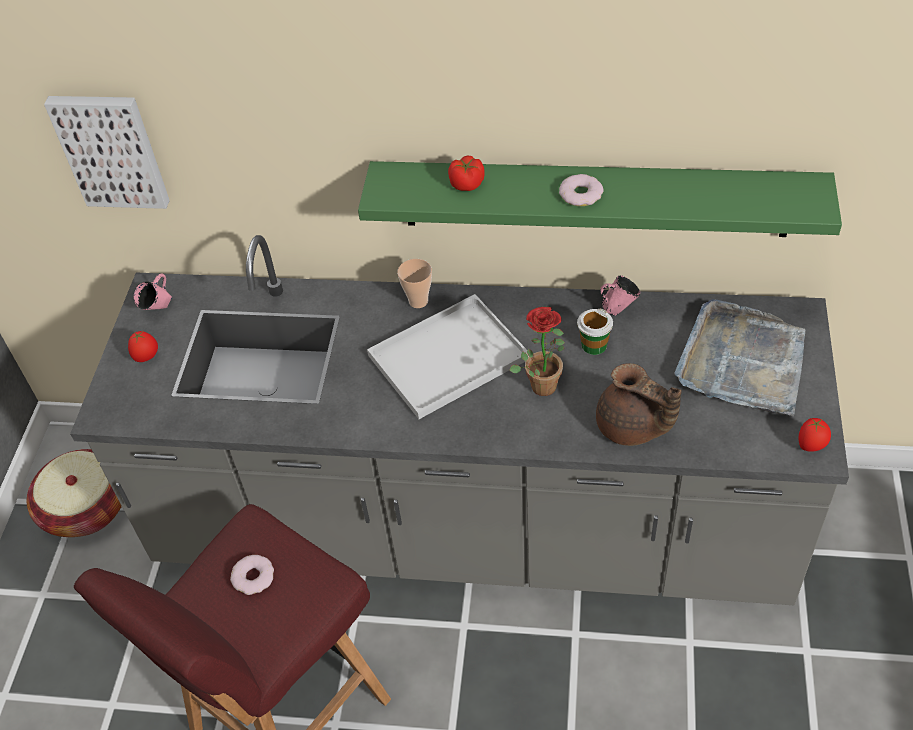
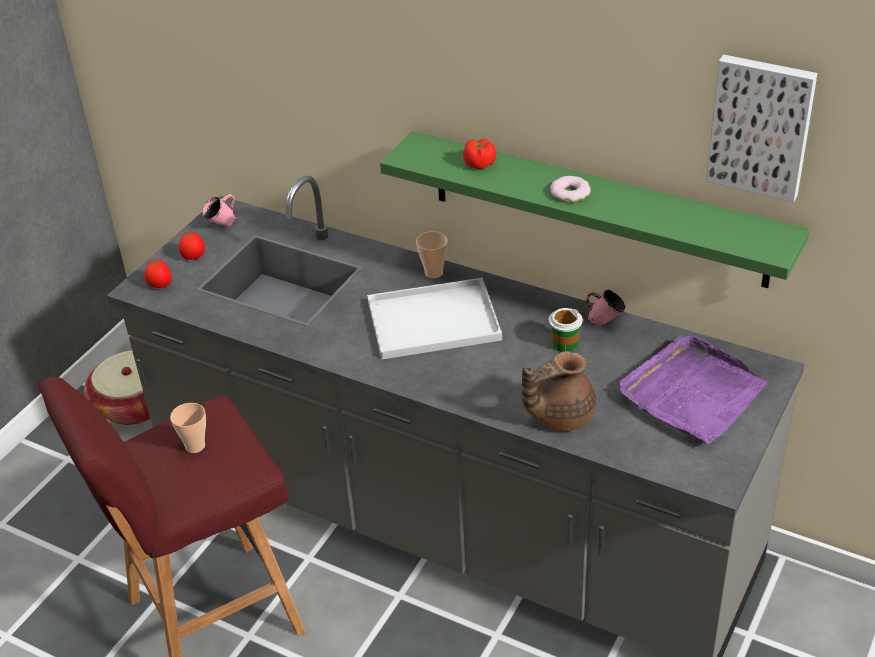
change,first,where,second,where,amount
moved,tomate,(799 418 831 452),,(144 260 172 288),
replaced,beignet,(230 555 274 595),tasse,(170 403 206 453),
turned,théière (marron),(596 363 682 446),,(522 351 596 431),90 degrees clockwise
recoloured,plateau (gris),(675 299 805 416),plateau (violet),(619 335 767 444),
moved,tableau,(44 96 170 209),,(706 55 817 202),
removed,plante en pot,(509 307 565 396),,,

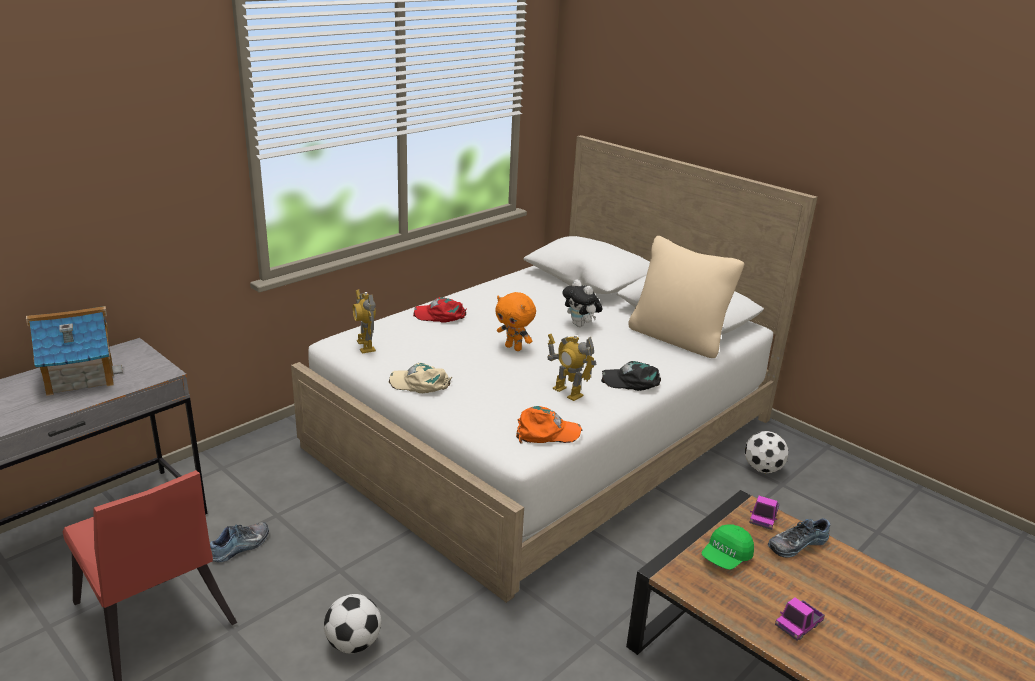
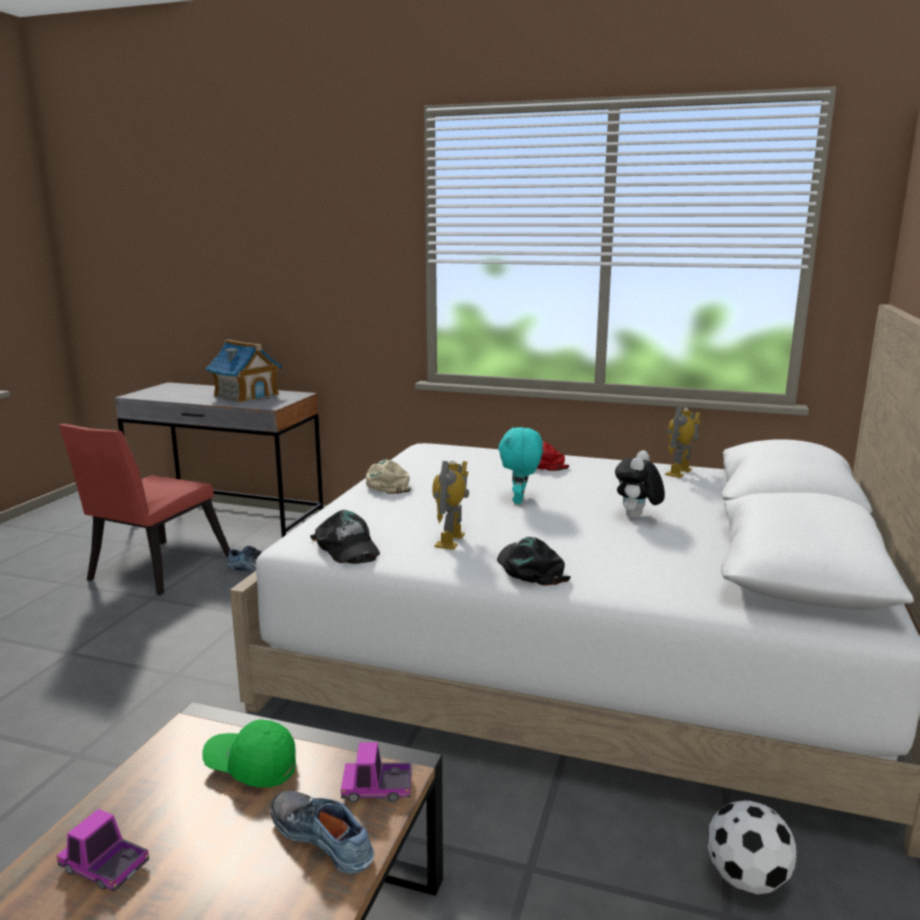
change,first,where,second,where,amount
recoloured,casquette (orange),(516 406 582 443),casquette (noir),(310 510 380 564),
recoloured,peluche (orange),(495 292 536 351),peluche (turquoise),(498 427 543 504),
moved,robot jouet,(353 290 376 354),,(665 406 701 478),
removed,ballon de foot,(324 594 381 653),,,
removed,coussin (beige),(628 236 744 358),,,

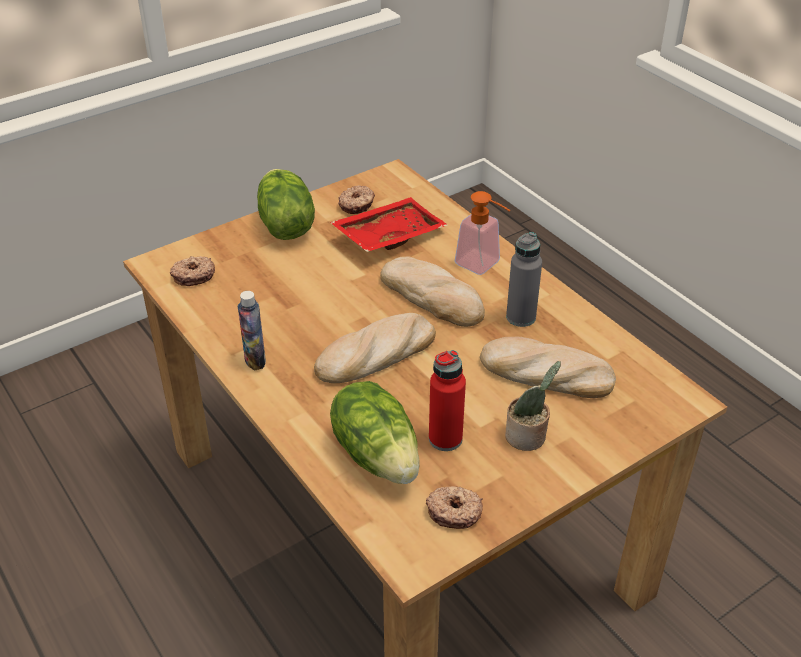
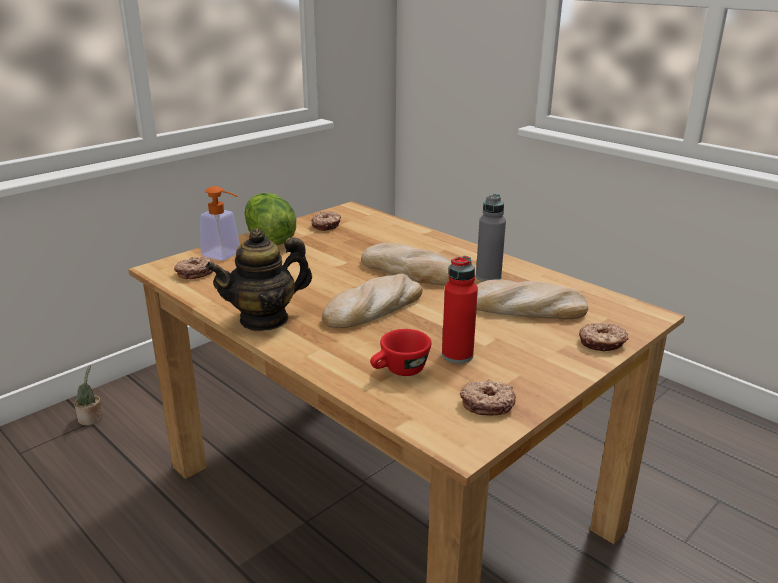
change,first,where,second,where,amount
moved,plante en pot,(505 361 561 451),,(74 365 103 426),
moved,distributeur de savon,(455 191 511 275),,(200 186 240 261),
replaced,bouteille,(238 291 266 371),théière,(205 228 312 331),
replaced,laitue,(330 381 420 484),tasse (rouge),(370 329 432 376),
added,,,beignet,(579 323 629 351),
removed,plateau (rouge),(330 197 448 252),,,

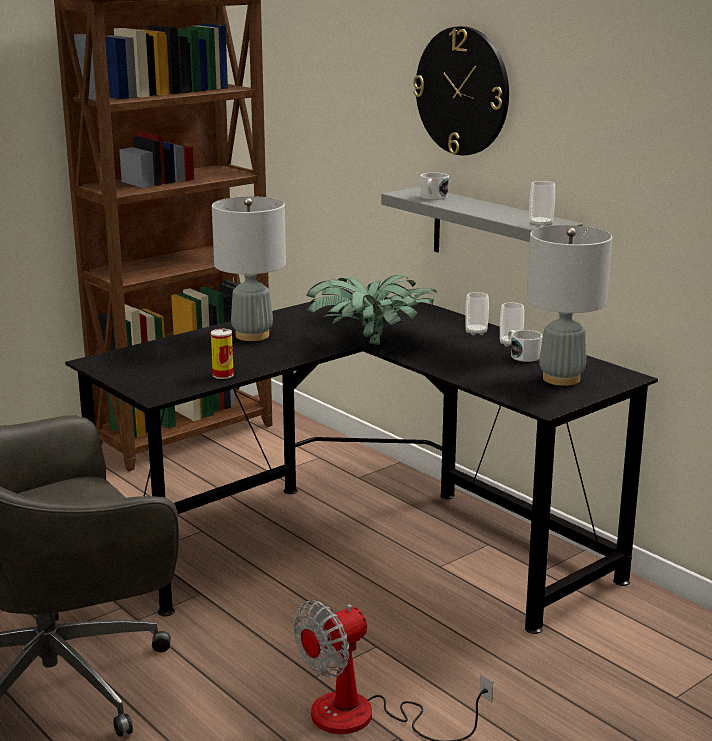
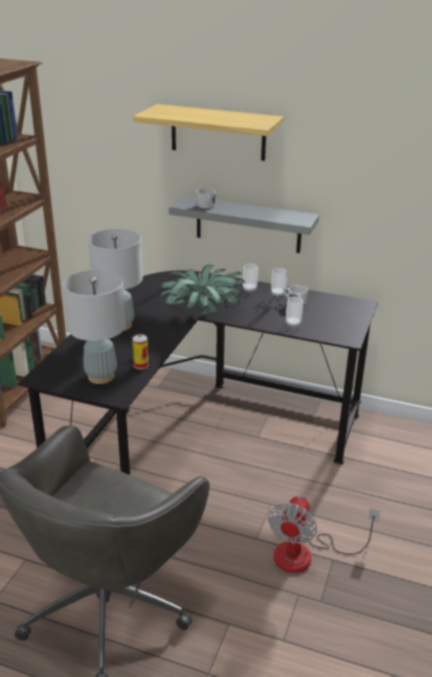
change,first,where,second,where,amount
moved,lampe de table (gris),(527 225 612 386),,(63 270 126 384),
replaced,horloge murale,(413 26 509 155),étagère,(133 104 284 161),
moved,tasse,(529 181 555 227),,(286 296 303 327),

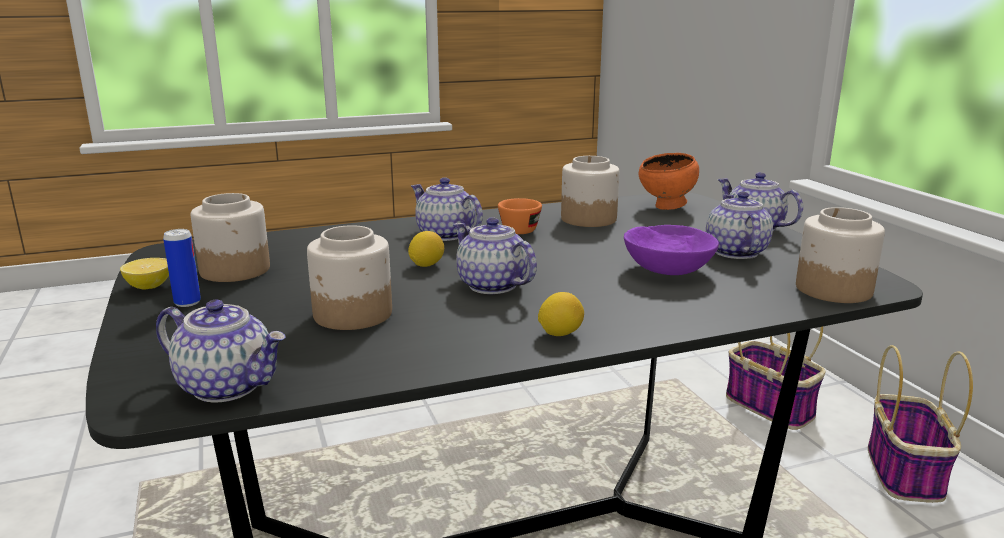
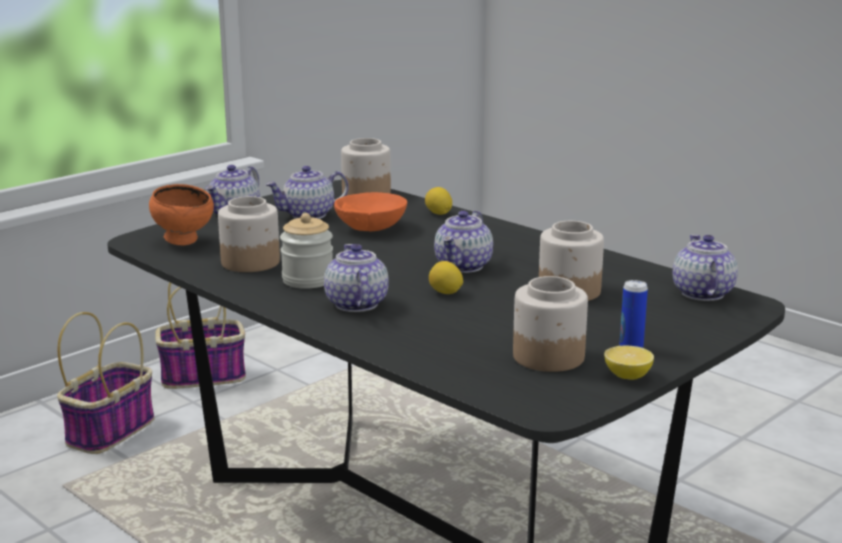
change,first,where,second,where,amount
replaced,tasse (orange),(498 198 542 234),bocal,(280 213 333 289),
turned,théière,(411 177 483 241),,(324 244 389 312),150 degrees clockwise
recoloured,bol (violet),(624 225 719 275),bol (orange),(334 192 407 231),
moved,citron,(538 292 584 336),,(425 187 452 215),

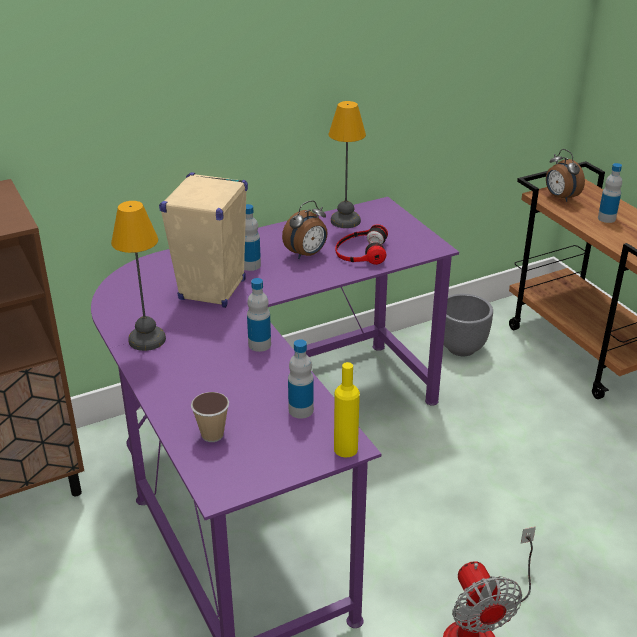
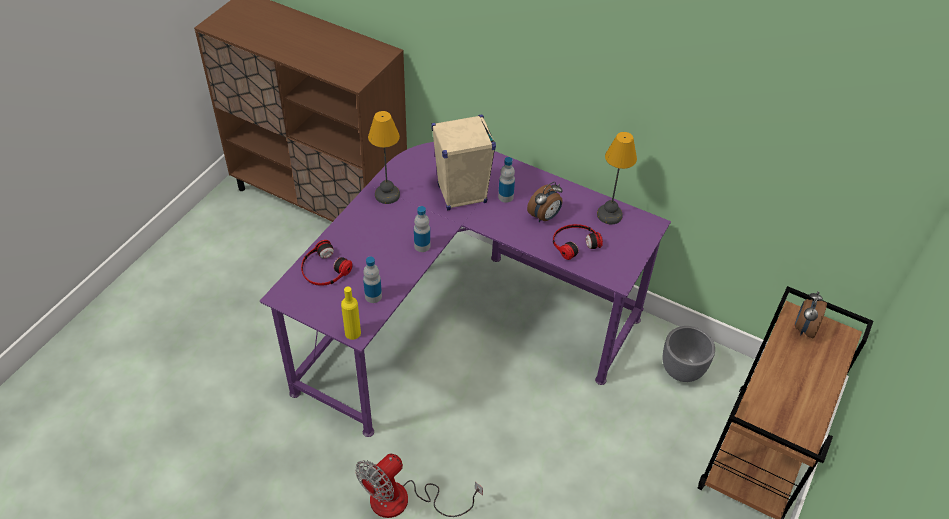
change,first,where,second,where,amount
replaced,tasse,(191 392 229 442),casque audio,(301 240 353 286),
turned,réveil,(282 200 327 259),,(527 182 563 222),60 degrees counterclockwise
removed,bouteille,(598 163 622 223),,,

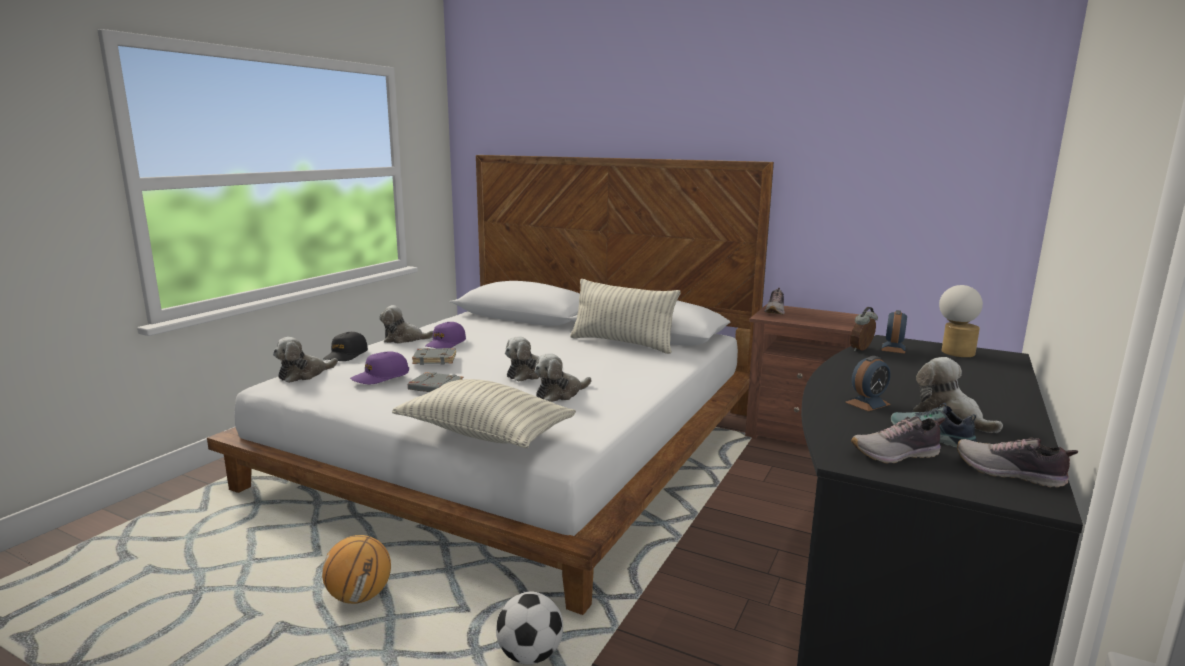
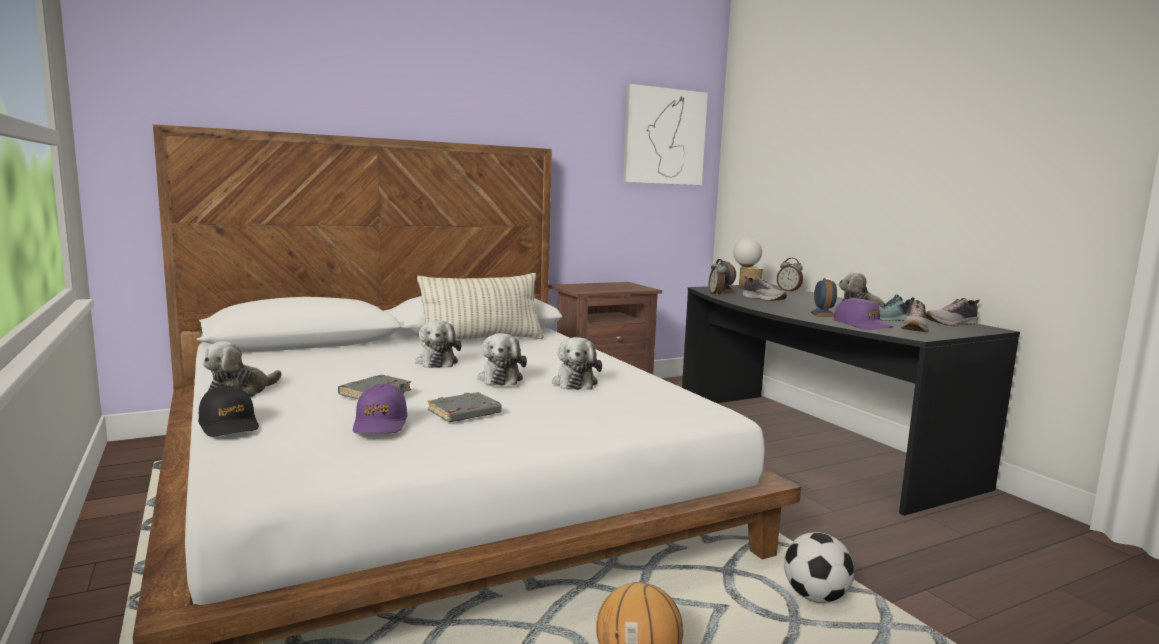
change,first,where,second,where,amount
moved,peluche,(273 337 338 383),,(415 320 461 368),
added,,,tableau,(623 84 708 185),
moved,chaussure,(764 288 785 315),,(743 276 787 301),
added,,,réveil,(777 258 803 292),
moved,casquette (violet),(425 322 466 348),,(834 298 893 330),
removed,coussin,(392 379 576 448),,,

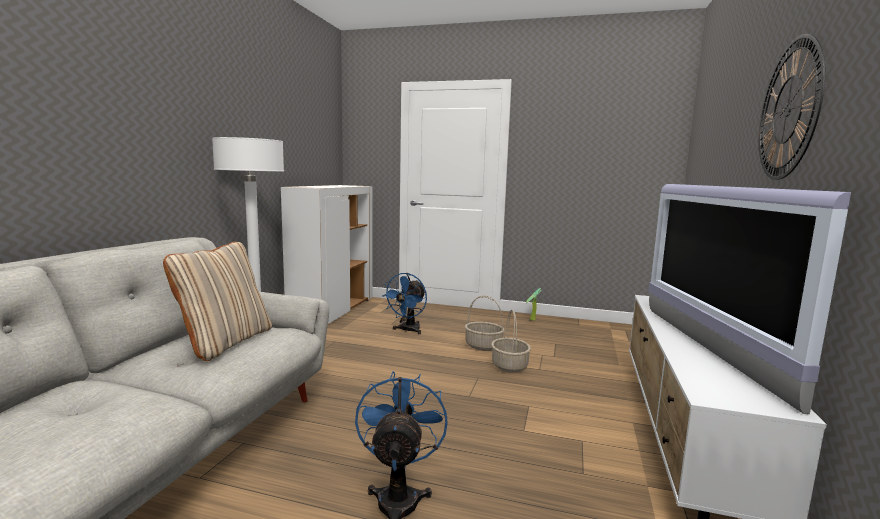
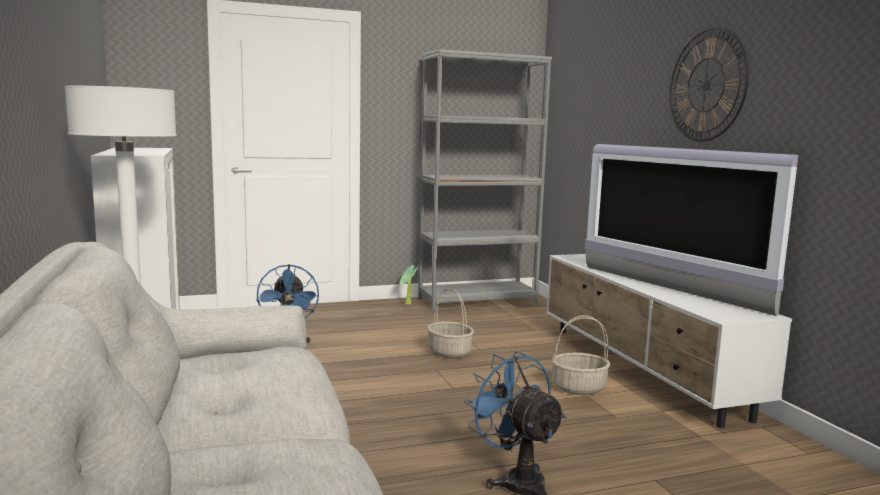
change,first,where,second,where,amount
added,,,bibliothèque (gris),(418 49 552 311),
moved,panier,(465 295 505 351),,(552 316 611 395),
removed,coussin (beige),(163 242 272 361),,,

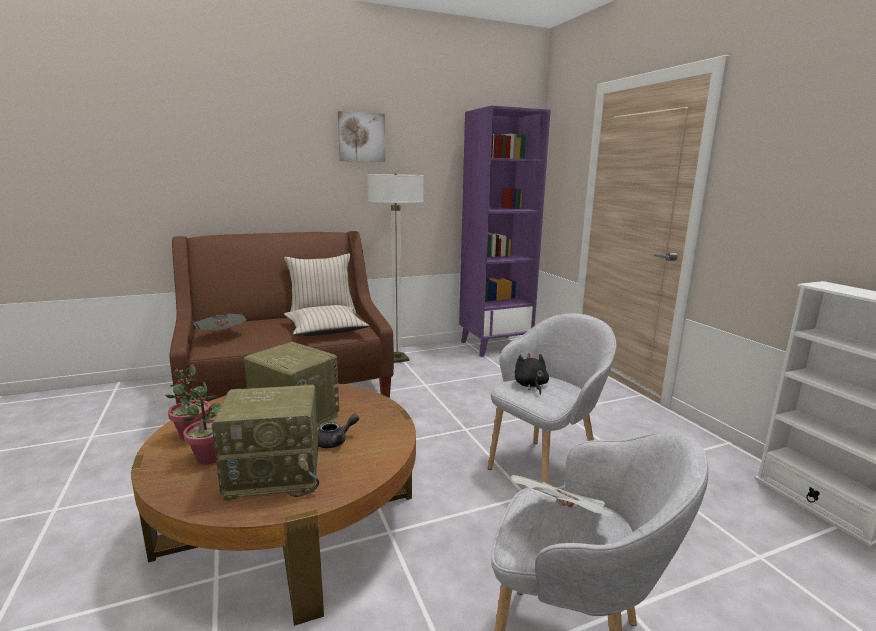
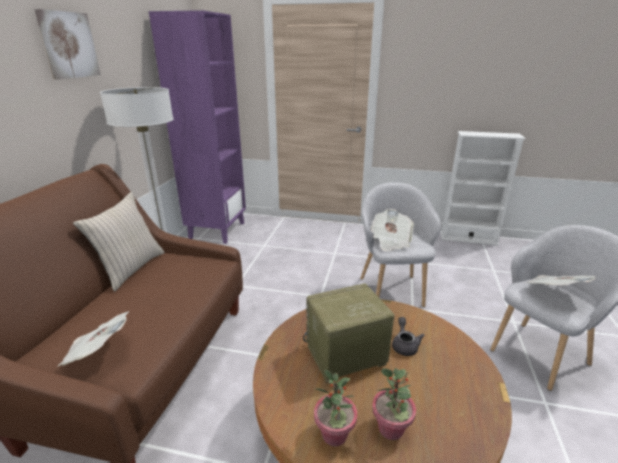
change,first,where,second,where,amount
replaced,peluche (noir),(514 353 549 395),journal,(371 209 414 251),
removed,radio,(212 385 319 501),,,
removed,coussin (beige),(284 305 369 336),,,

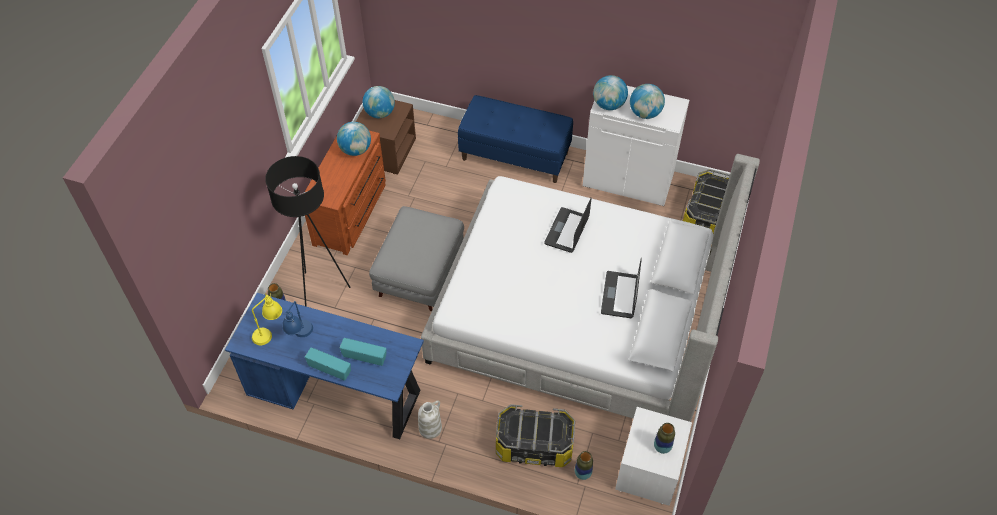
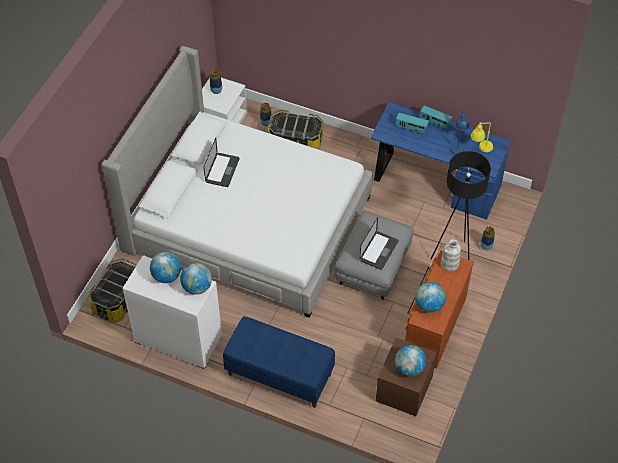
change,first,where,second,where,amount
moved,ordinateur portable,(544 197 592 253),,(360 217 398 270),
moved,vase (blanc),(418 401 442 439),,(441 239 461 272),

